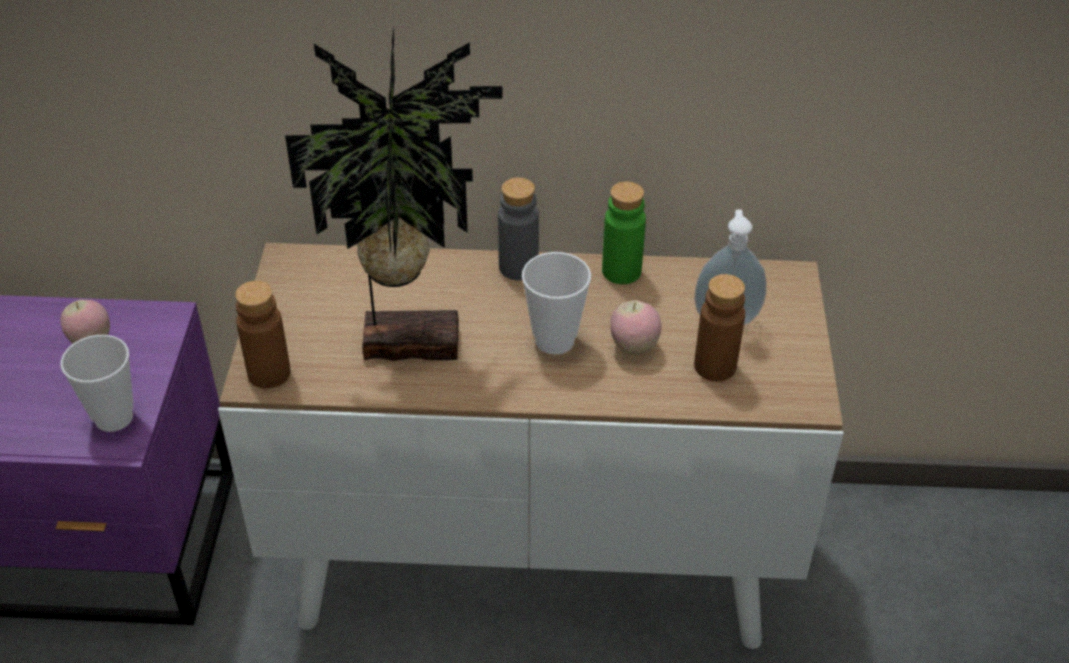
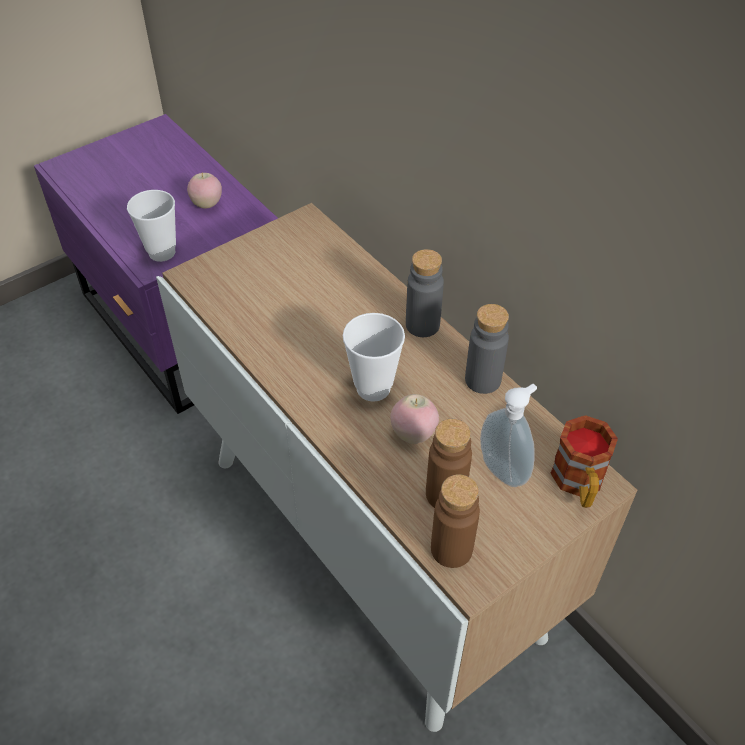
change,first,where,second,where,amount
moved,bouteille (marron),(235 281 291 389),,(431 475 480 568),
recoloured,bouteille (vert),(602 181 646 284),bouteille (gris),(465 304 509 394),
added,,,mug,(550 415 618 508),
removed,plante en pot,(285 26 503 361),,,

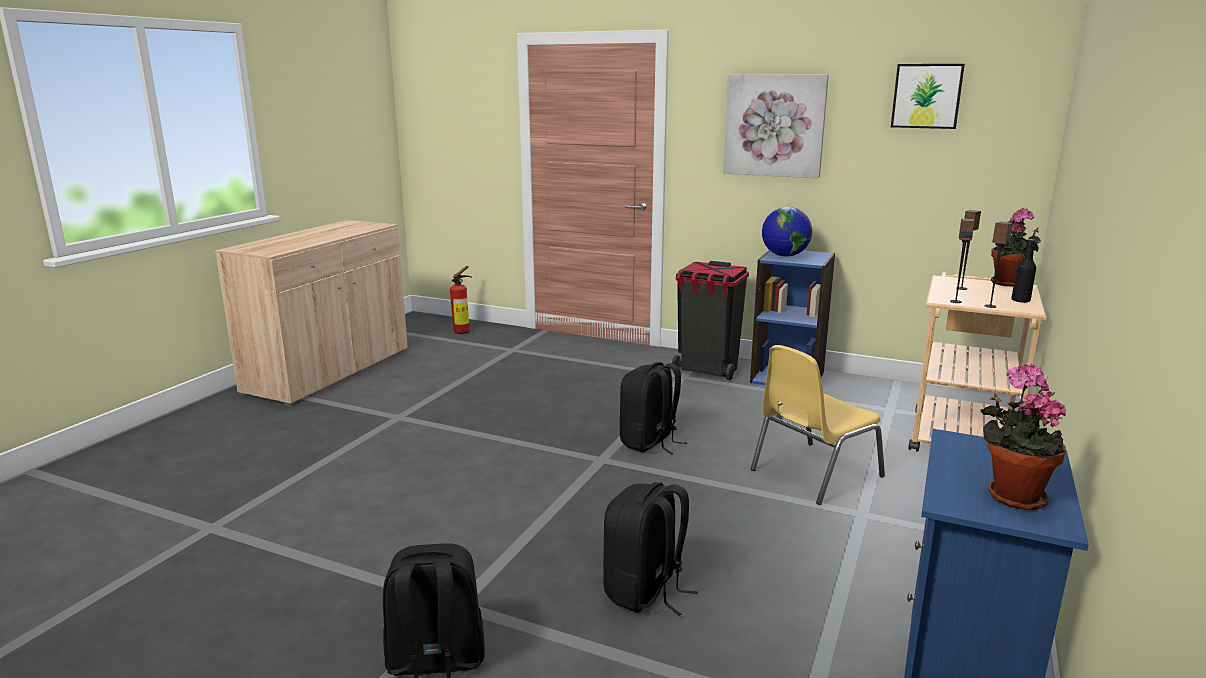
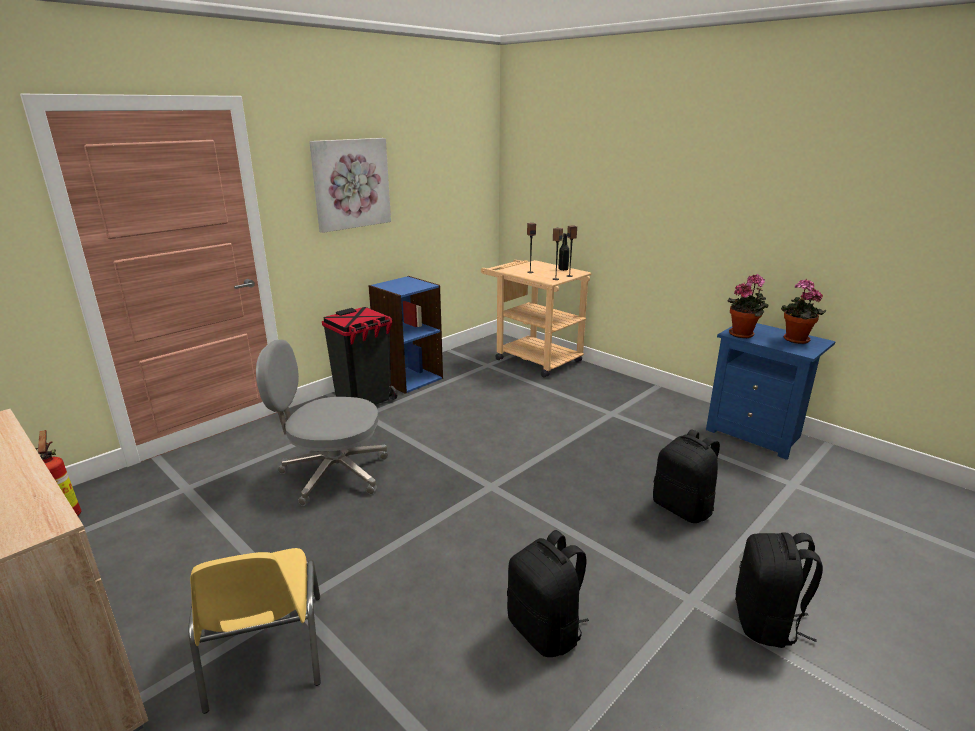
change,first,where,second,where,amount
moved,chaise (jaune),(751 345 885 505),,(188 548 321 714),
added,,,chaise de bureau (gris),(256 340 388 506),
moved,sac à dos (noir),(620 362 687 454),,(507 530 589 657),
moved,plante en pot,(991 208 1041 287),,(727 274 768 338),
removed,globe,(762 207 812 257),,,
removed,tableau,(891 64 965 129),,,

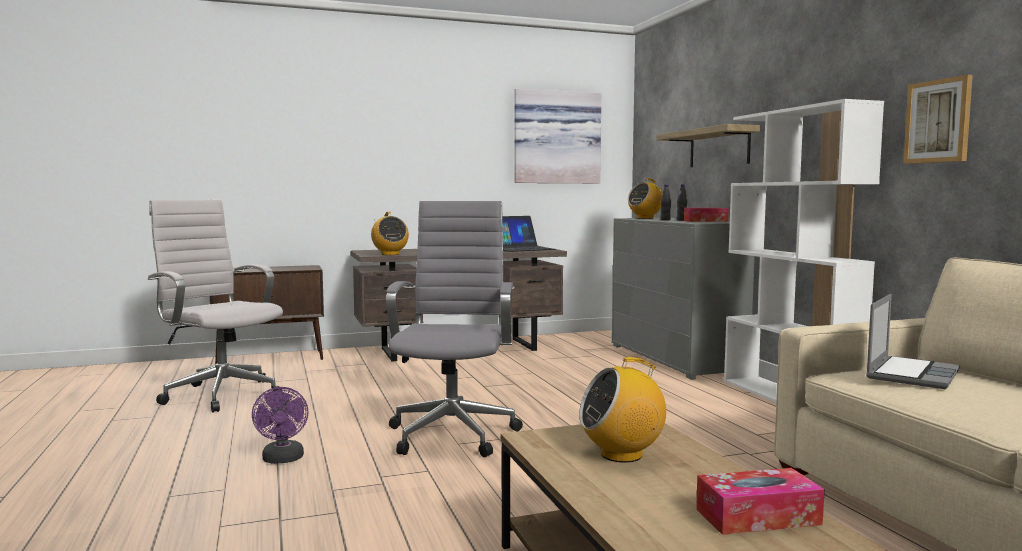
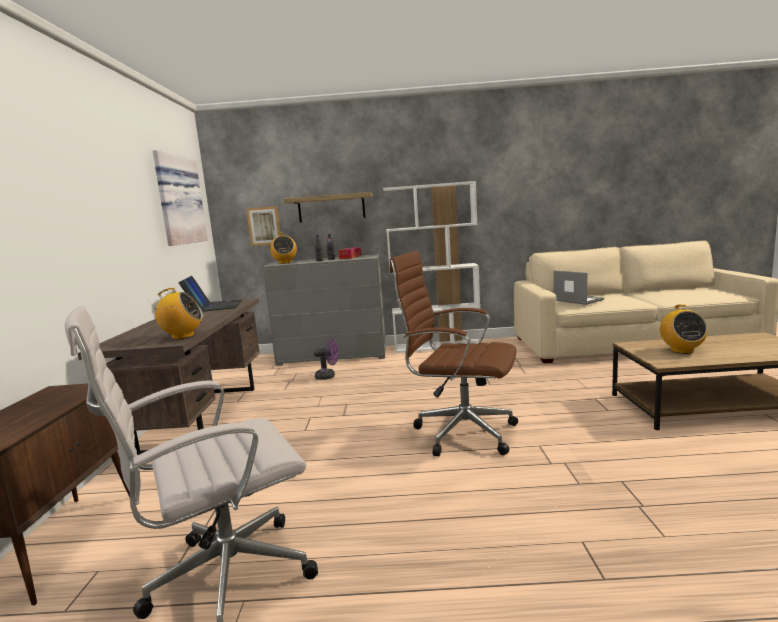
change,first,where,second,where,amount
moved,tableau,(903 75 973 164),,(246 206 280 246),
moved,ventilateur (violet),(252 387 309 464),,(314 339 339 380),
recoloured,chaise de bureau (gris),(386 201 523 457),chaise de bureau (marron),(390 251 518 456),
removed,boîte à mouchoirs,(696 468 825 535),,,

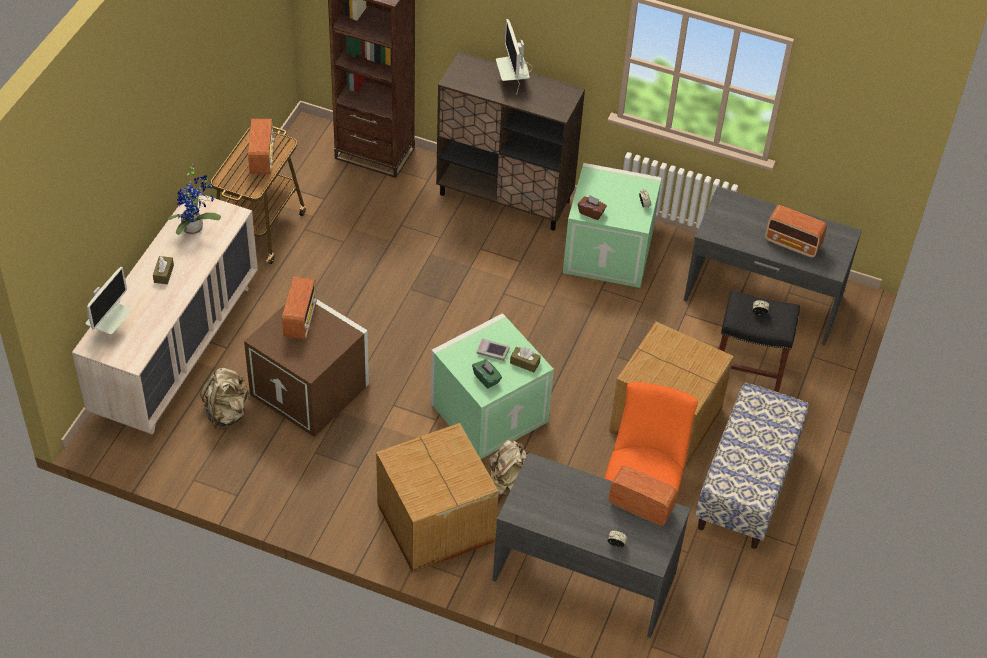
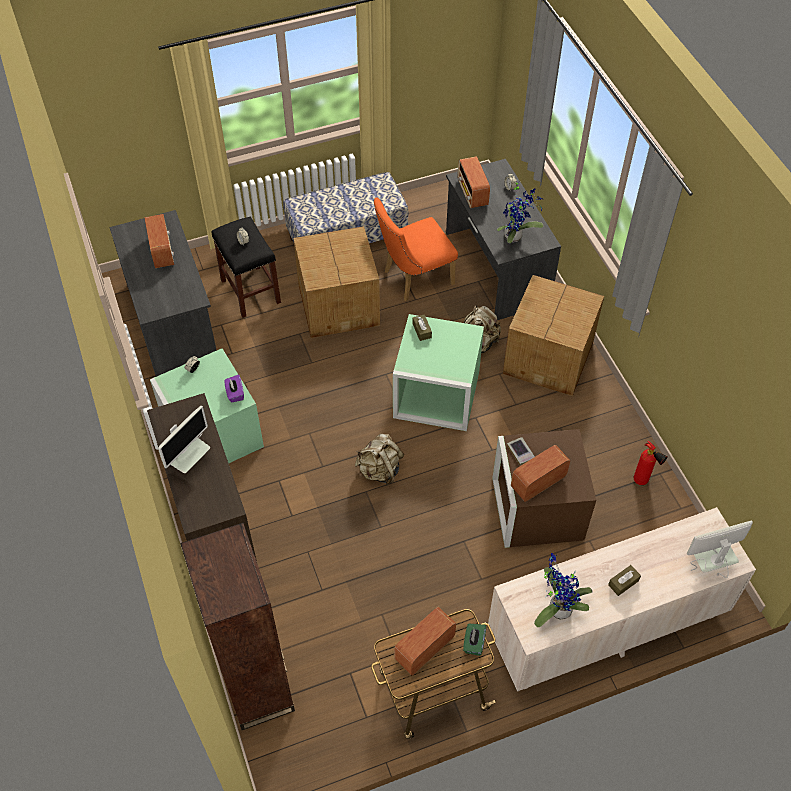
change,first,where,second,where,amount
recoloured,boîte à mouchoirs (marron),(578 195 607 220),boîte à mouchoirs (violet),(224 375 244 402),
moved,sac à dos (beige),(200 368 250 430),,(355 434 404 485),
moved,boîte à mouchoirs (vert),(472 359 502 389),,(463 624 486 656),
added,,,plante en pot,(497 181 543 243),
moved,livre,(477 338 510 361),,(507 437 535 466),
added,,,extincteur,(634 441 668 485),

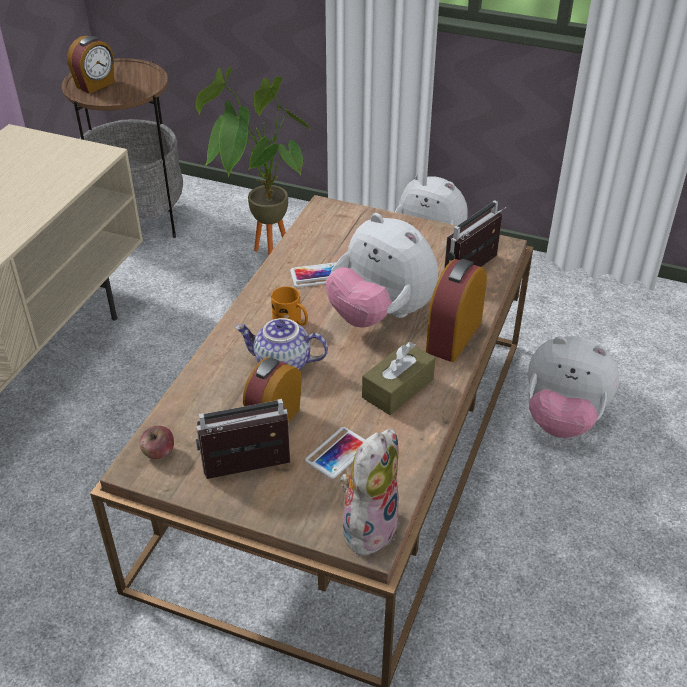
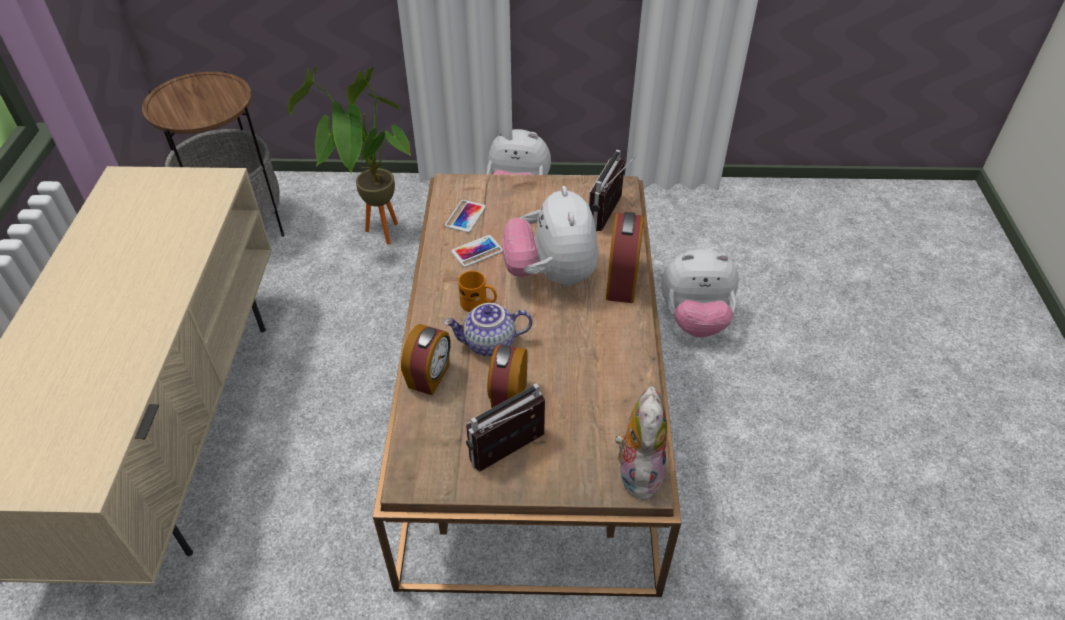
change,first,where,second,where,amount
moved,réveil,(67 36 114 94),,(401 324 450 395),
moved,téléphone,(305 427 365 479),,(445 200 486 233),
turned,peluche,(326 213 438 327),,(502 186 598 286),60 degrees clockwise
removed,pomme,(139 426 174 459),,,
removed,boîte à mouchoirs (marron),(362 341 435 415),,,

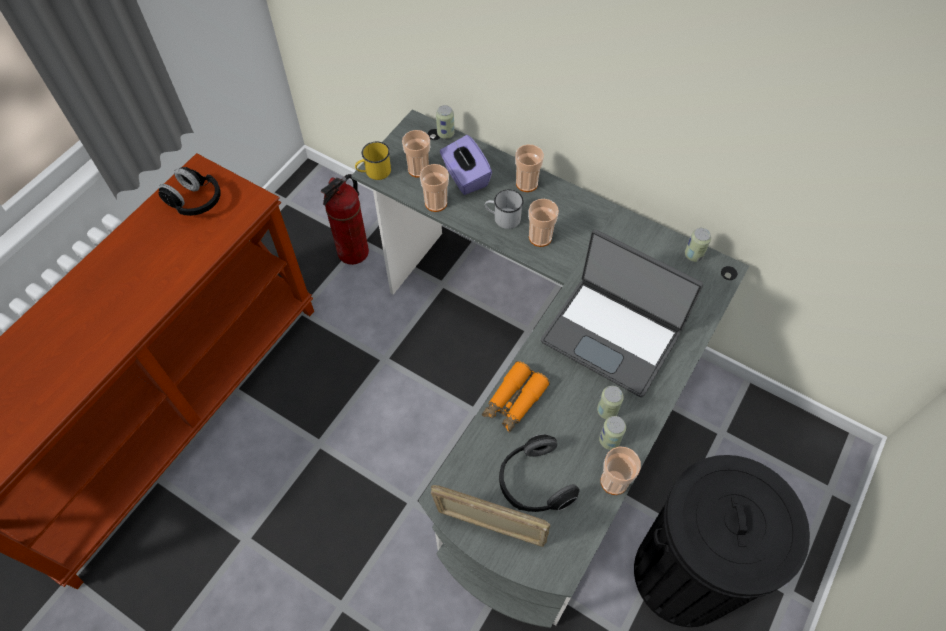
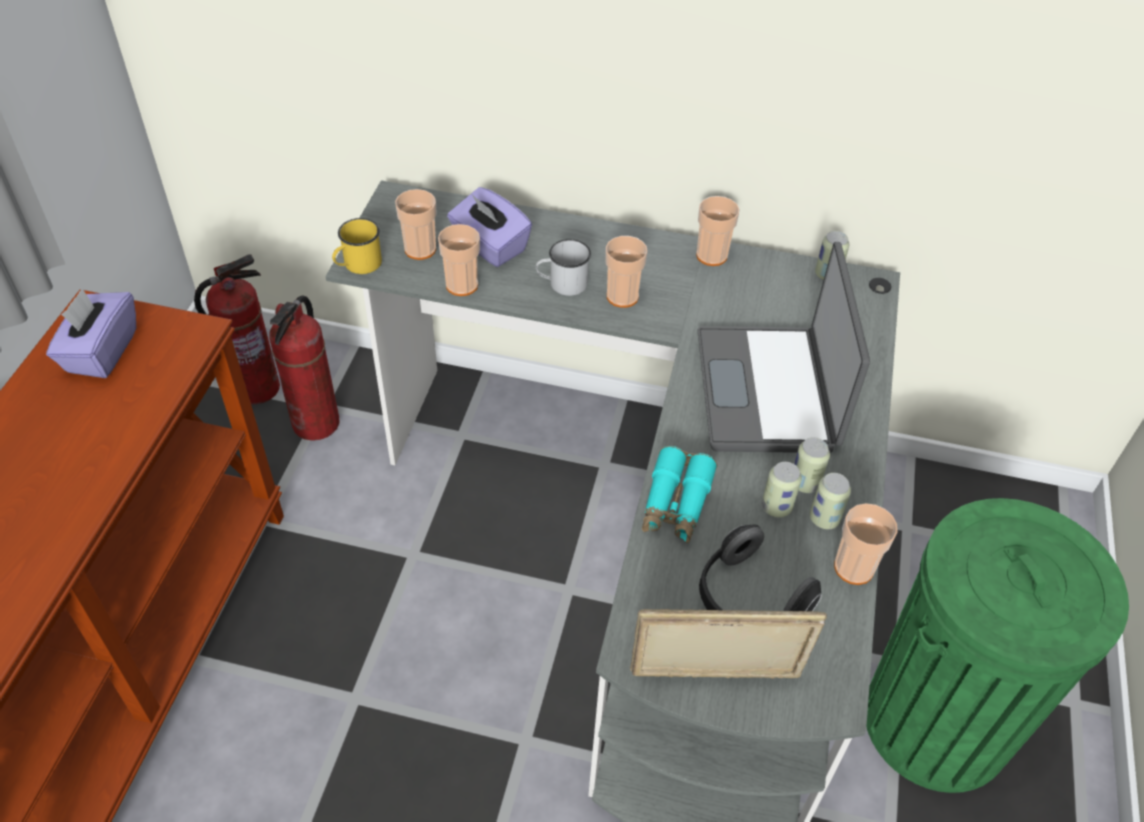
change,first,where,second,where,amount
replaced,casque audio (noir),(159 167 221 216),boîte à mouchoirs (violet),(46 288 136 378),
added,,,extincteur,(194 254 280 404),
recoloured,jumelles (orange),(482 361 550 433),jumelles (turquoise),(642 446 717 543),
moved,tasse,(515 144 544 192),,(696 196 739 266),
turned,ordinateur portable,(541 229 703 397),,(698 242 870 453),75 degrees clockwise
moved,boîte métallique,(436 105 454 139),,(762 462 802 518),
recoloured,poubelle (noir),(634 455 810 627),poubelle (vert),(866 498 1129 793),

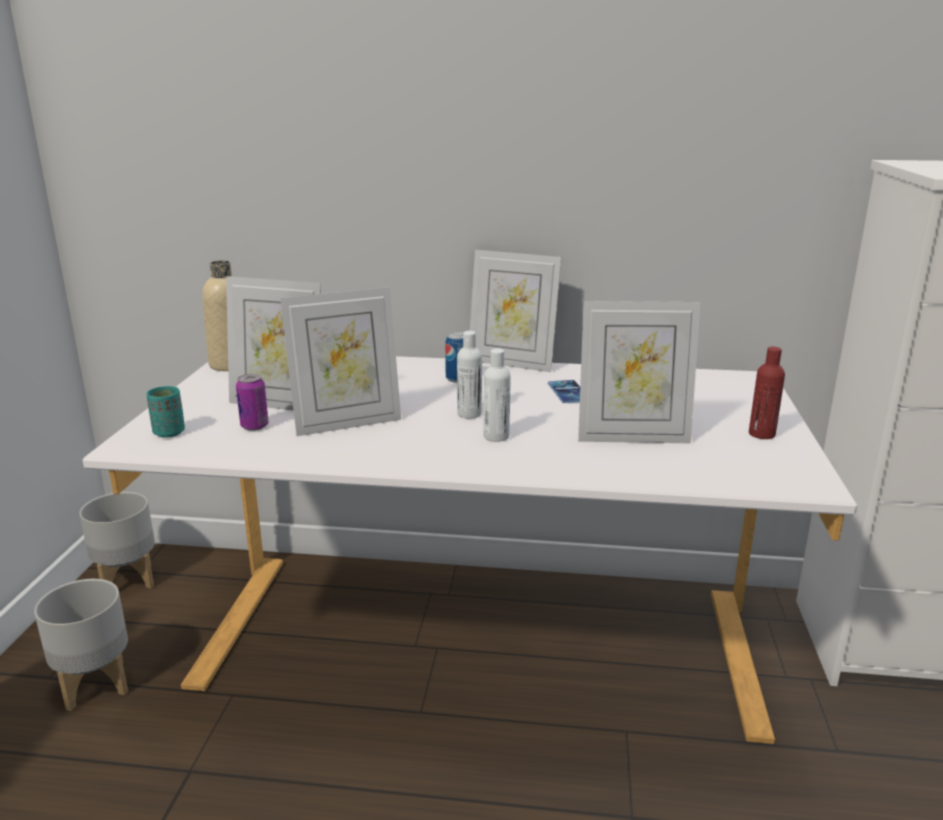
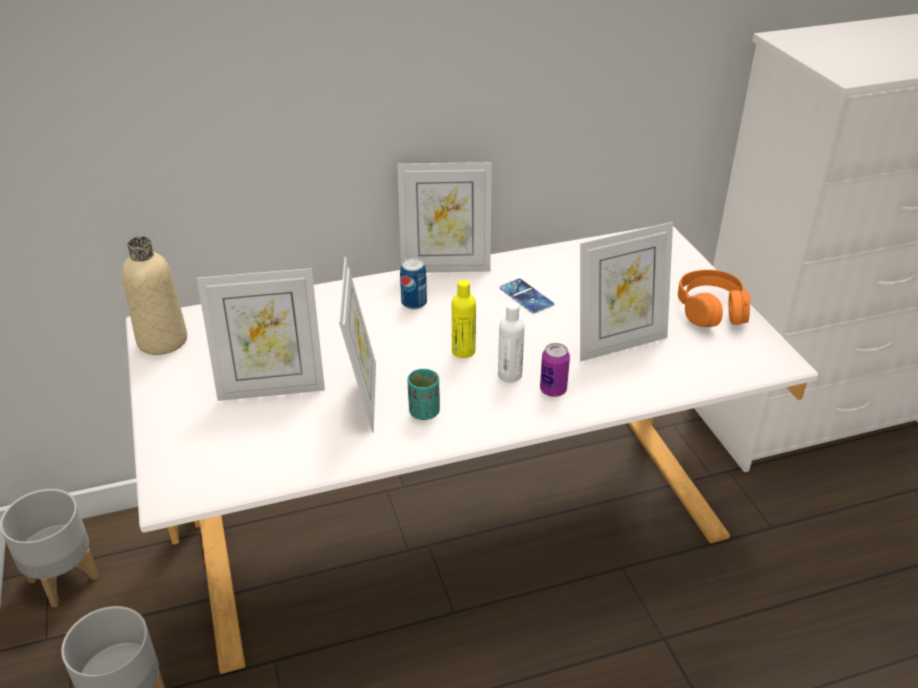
change,first,where,second,where,amount
turned,cadre photo,(280 287 401 436),,(339 257 376 433),45 degrees counterclockwise
moved,tasse (turquoise),(146 386 185 438),,(407 369 440 420),
recoloured,bouteille (blanc),(457 331 482 419),bouteille (jaune),(452 279 476 358),
moved,boîte métallique,(236 374 269 431),,(540 343 570 397),
replaced,bouteille (rouge),(749 347 785 439),casque audio (orange),(678 270 750 327),

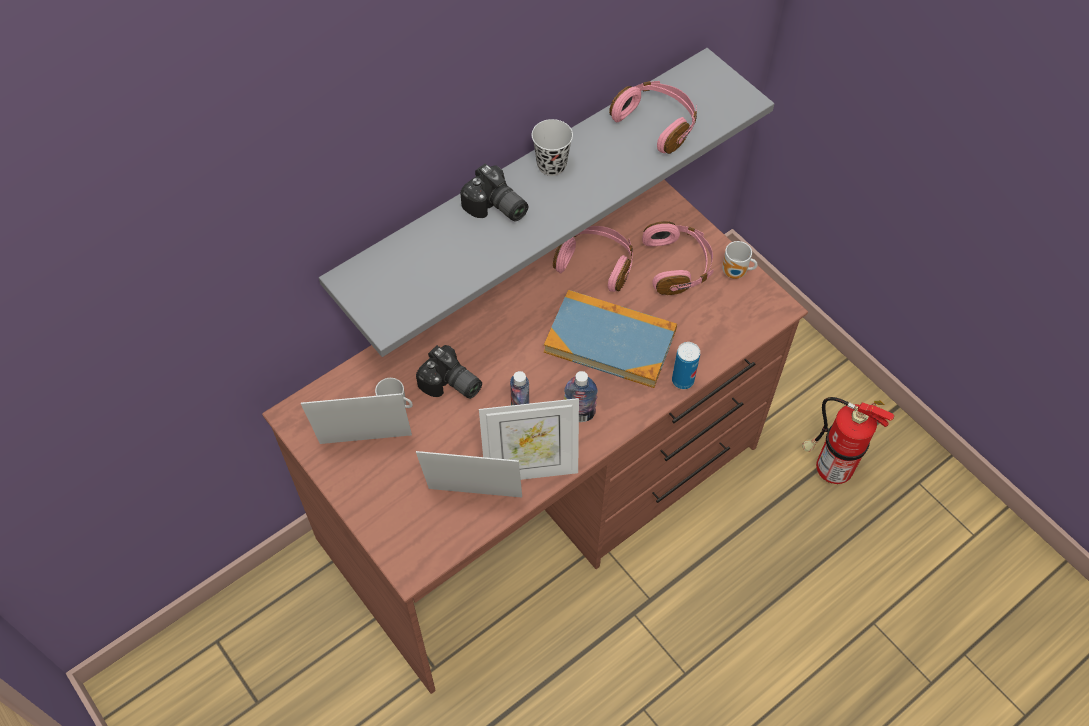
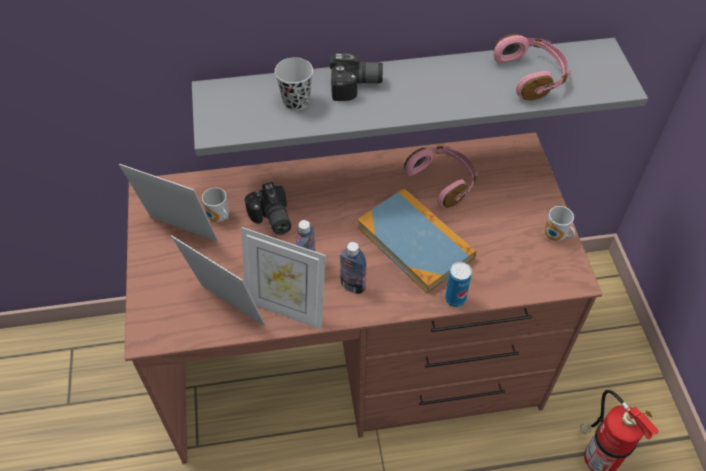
change,first,where,second,where,amount
moved,tasse (noir),(532 119 573 176),,(275 57 313 111),
turned,appareil photo,(460 163 529 221),,(330 52 383 101),75 degrees counterclockwise
removed,casque audio (rose),(642 221 714 295),,,

